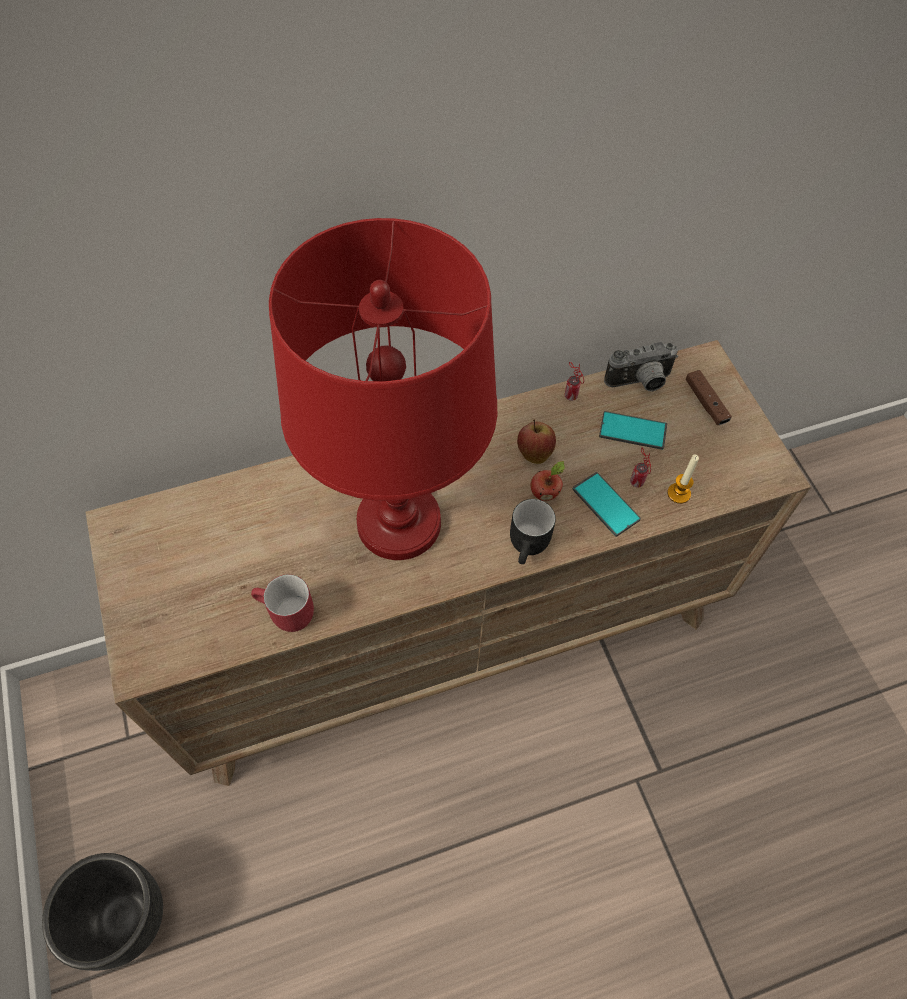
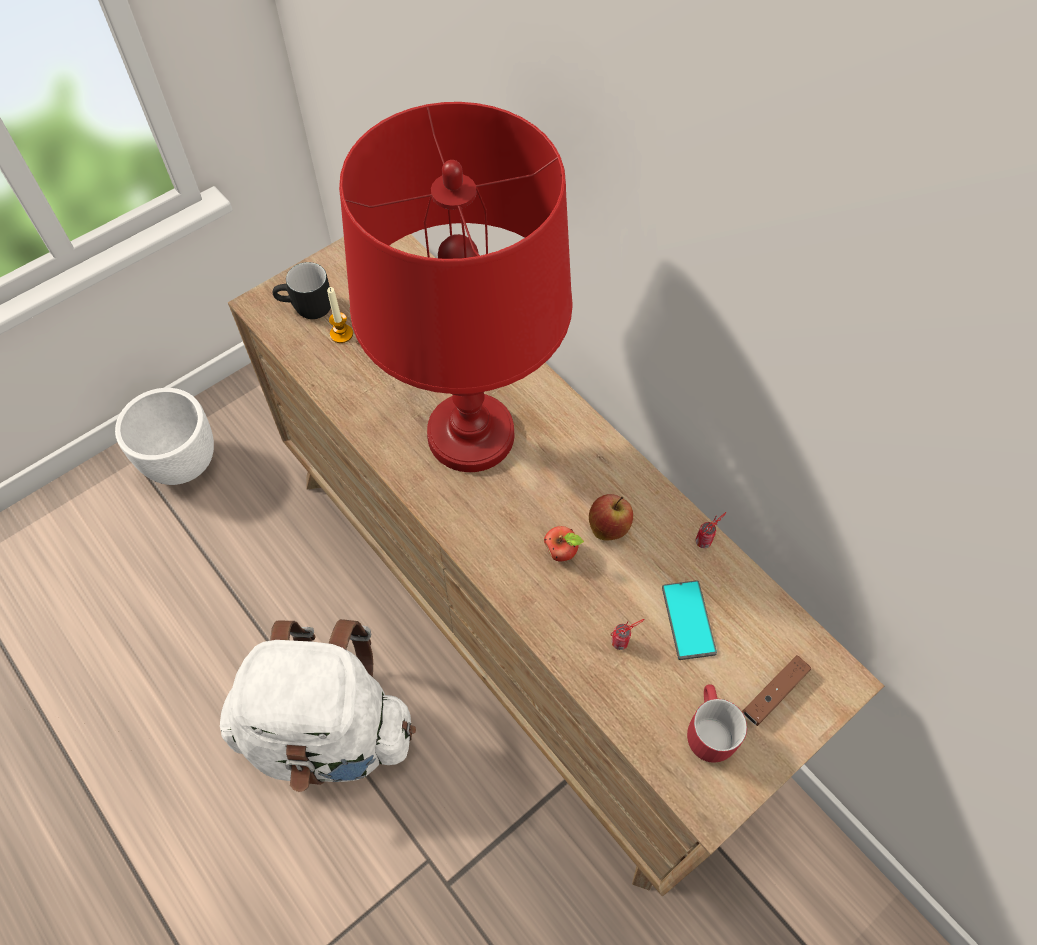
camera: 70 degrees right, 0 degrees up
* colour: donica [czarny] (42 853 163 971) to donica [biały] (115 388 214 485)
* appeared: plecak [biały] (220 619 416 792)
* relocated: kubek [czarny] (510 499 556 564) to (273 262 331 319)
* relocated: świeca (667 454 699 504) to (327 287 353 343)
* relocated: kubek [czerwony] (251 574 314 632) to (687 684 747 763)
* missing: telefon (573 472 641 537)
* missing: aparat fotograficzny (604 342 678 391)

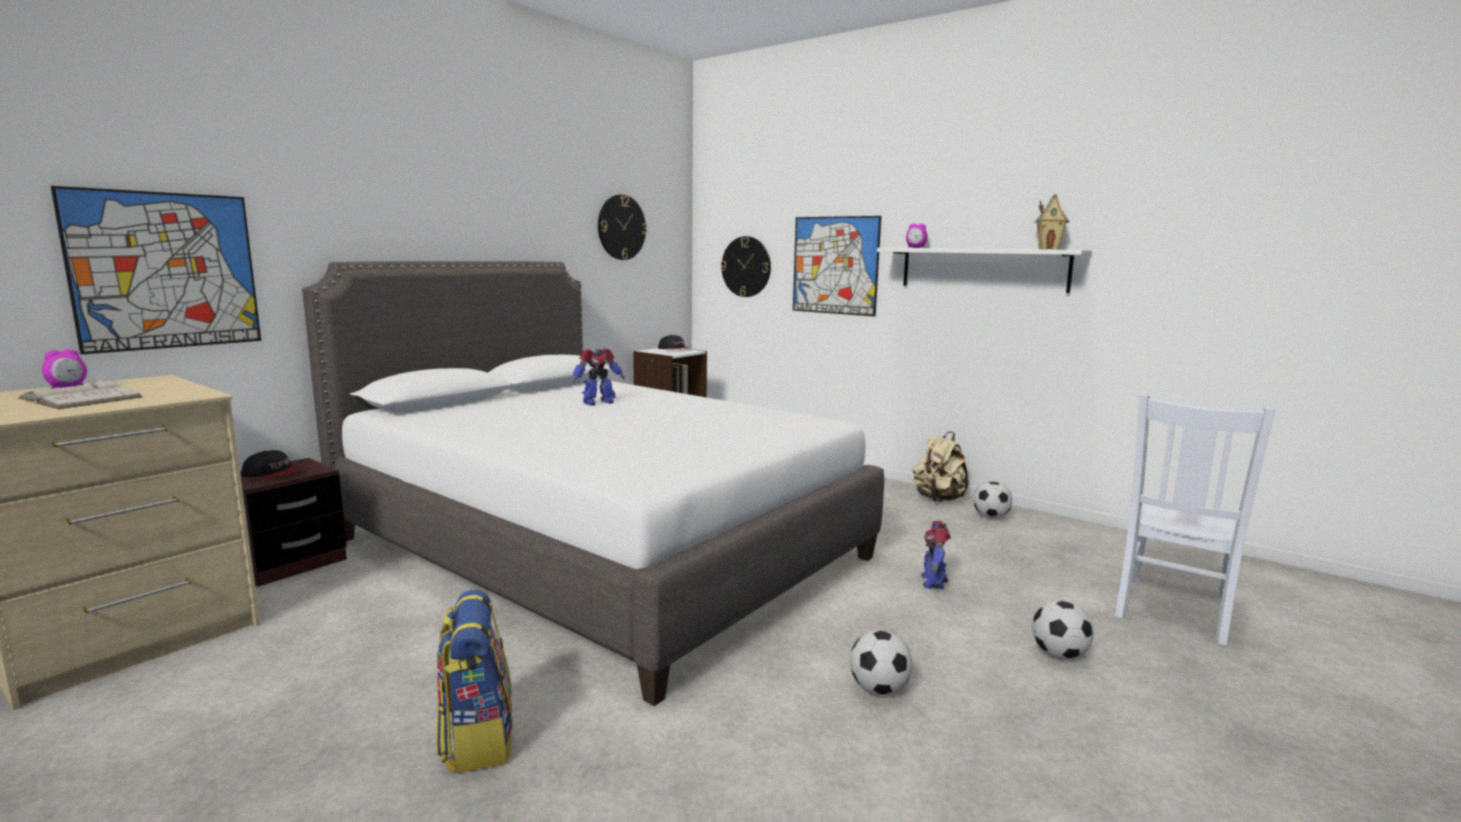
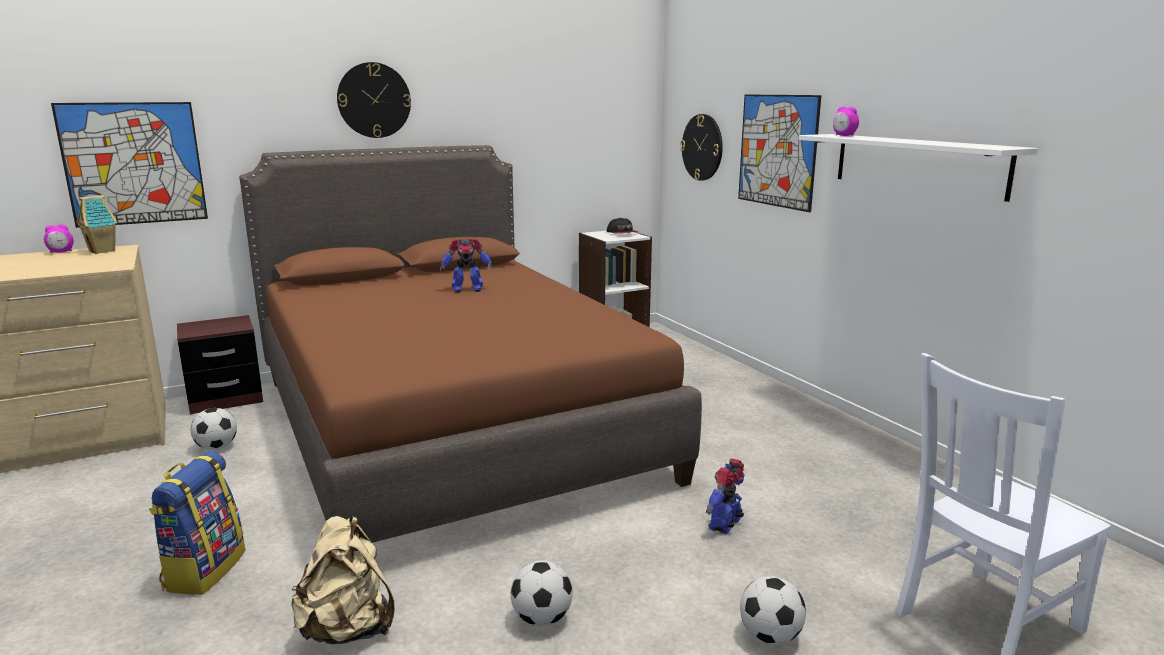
camera: 25 degrees right, 5 degrees up
* relocated: domek (1034 194 1070 250) to (76 195 117 254)
* relocated: piłka futbolowa (973 482 1012 519) to (191 408 237 450)
* colour: łóżko [biały] (302 261 884 706) to łóżko [brązowy] (239 145 702 543)
* relocated: plecak [beżowy] (913 431 968 502) to (291 516 395 644)
* relocated: zegar ścienny (598 195 647 260) to (337 62 411 138)
* missing: książka [biały] (18 380 143 409)
* missing: czapka z daszkiem (241 450 307 477)

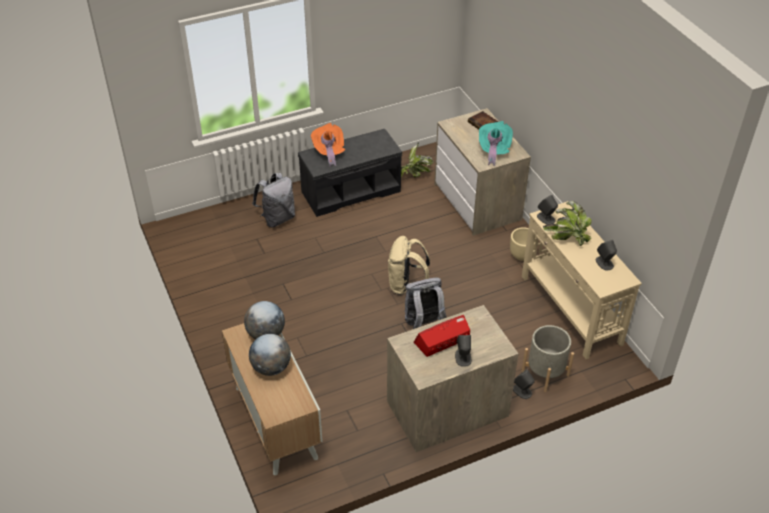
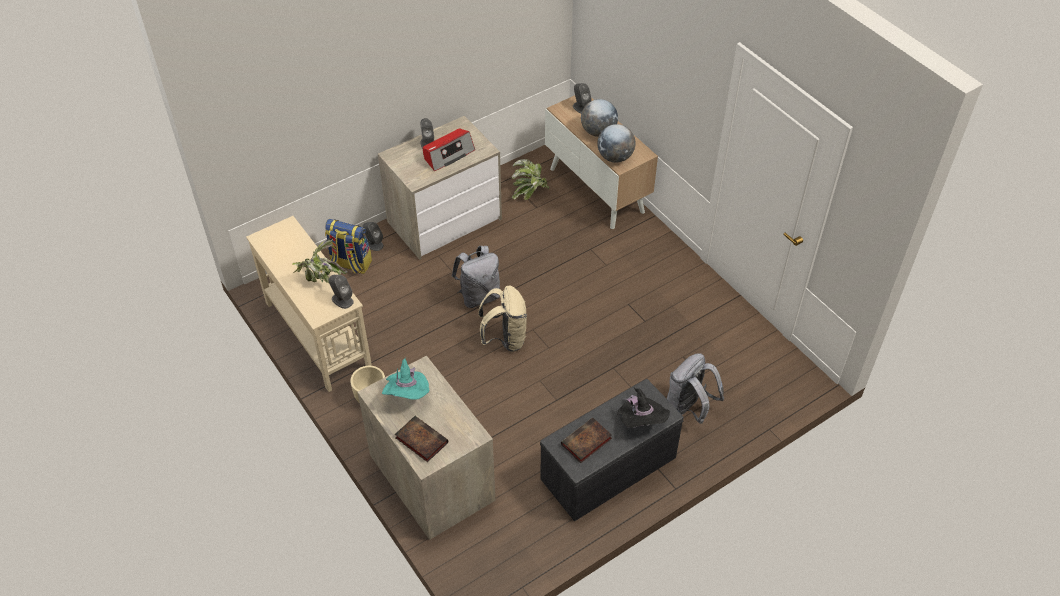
camera: 170 degrees right, 5 degrees up
* exchanged: donica [szary] (522 325 574 392) to plecak (325 219 372 274)
* relocated: roślina doniczkowa (401 142 434 178) to (512 159 549 200)
* appeared: książka (561 418 612 463)
* relocated: głośnik [szary] (596 240 617 271) to (573 83 592 114)
* colour: kapelusz [pomarańczowy] (311 123 345 167) to kapelusz [czarny] (617 388 670 428)

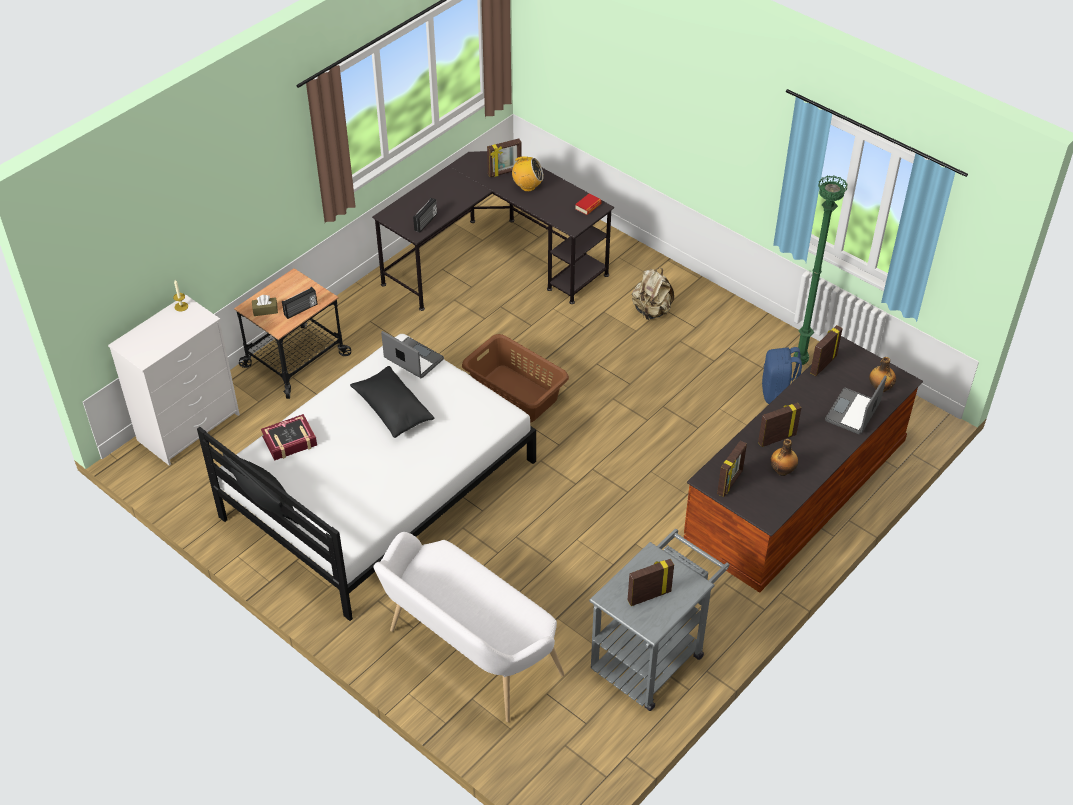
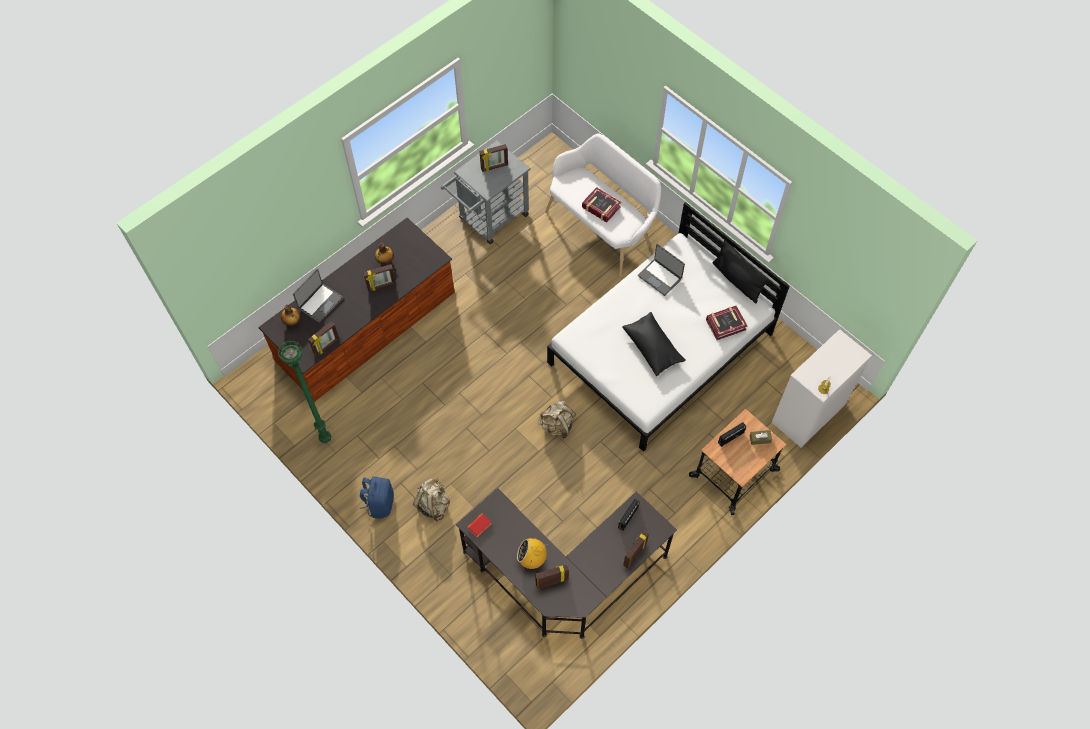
camera: 175 degrees left, 15 degrees up
* relocated: plecak [niebieski] (762 347 802 404) to (360 476 394 518)
* exchanged: kosz na pranie [brązowy] (462 334 569 423) to plecak [beżowy] (538 401 576 438)
* appeared: książka (582 187 621 223)
* relocated: ramka na zdjęcie (717 440 747 497) to (623 530 649 569)
* relocated: laptop (381 331 444 379) to (638 244 685 296)

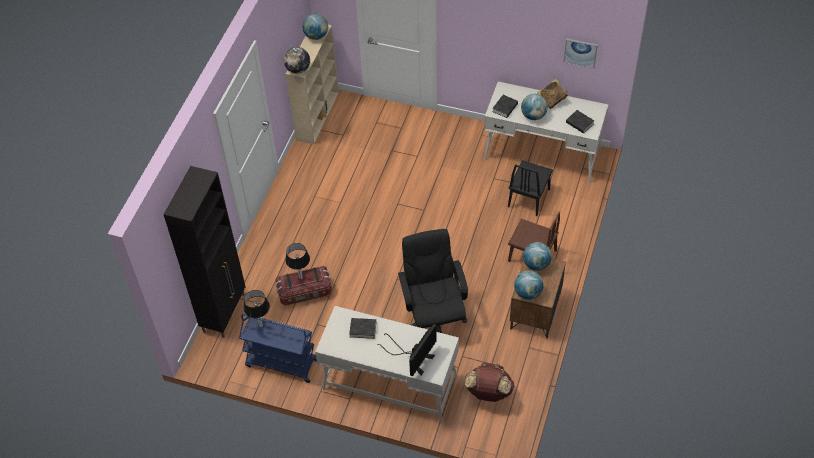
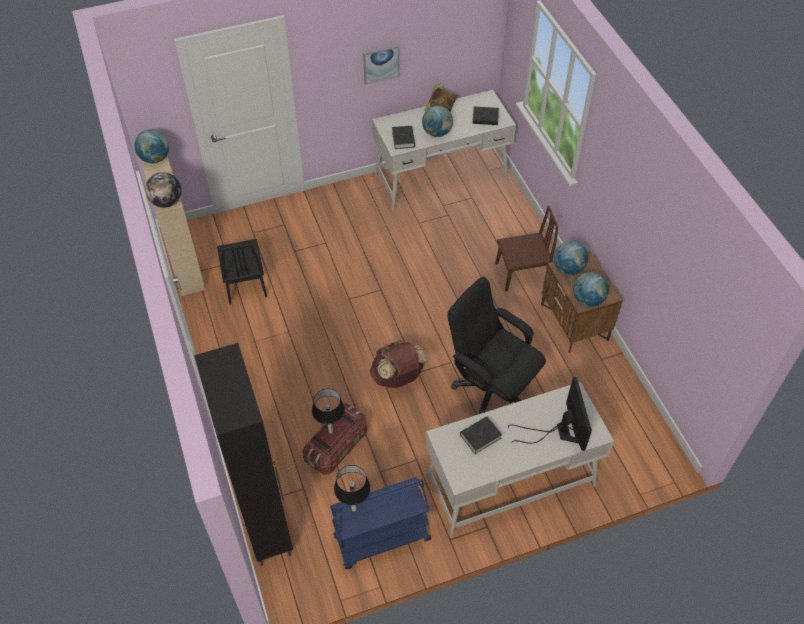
camera: 40 degrees left, 0 degrees up
* relocated: krzesło [czarny] (508 160 553 216) to (217 239 267 304)
* relocated: obraz (564 38 598 69) to (363 45 400 85)
* relocated: plecak [brązowy] (464 363 514 402) to (370 341 429 388)

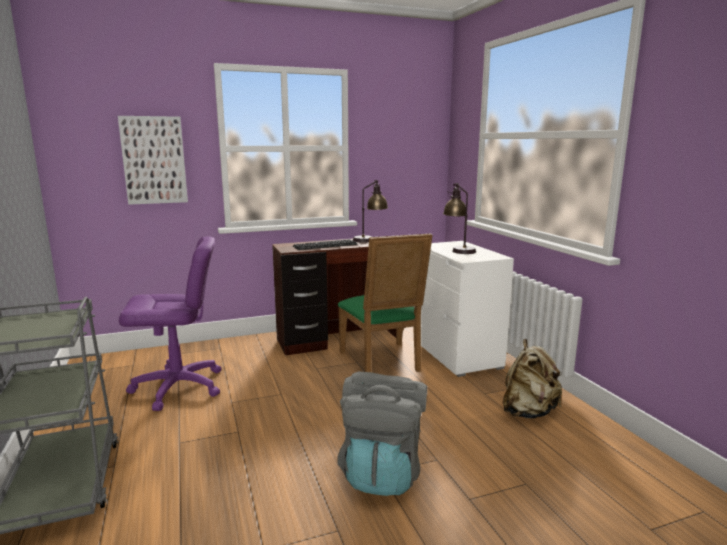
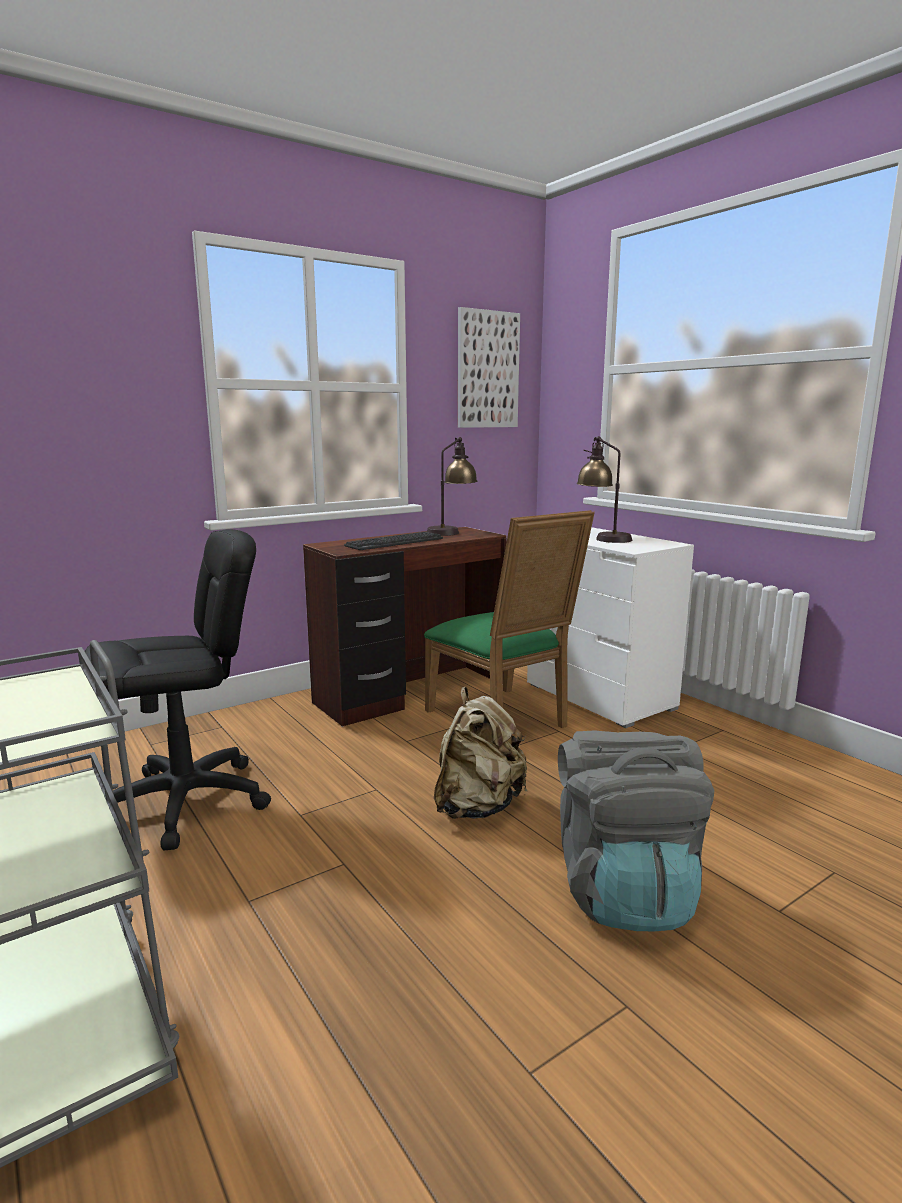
camera: 15 degrees left, 0 degrees up
* colour: krzesło biurowe [fioletowy] (119 237 221 411) to krzesło biurowe [czarny] (85 529 271 851)
* relocated: plecak [beżowy] (503 339 562 419) to (434 687 527 819)
* relocated: obraz (118 116 188 205) to (458 307 520 428)

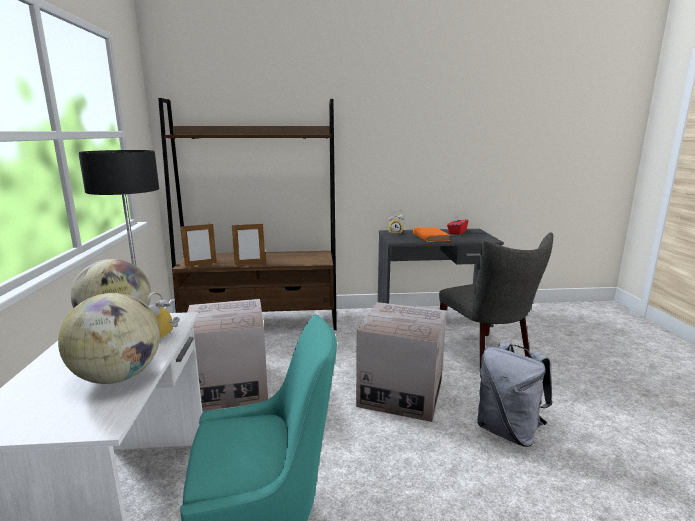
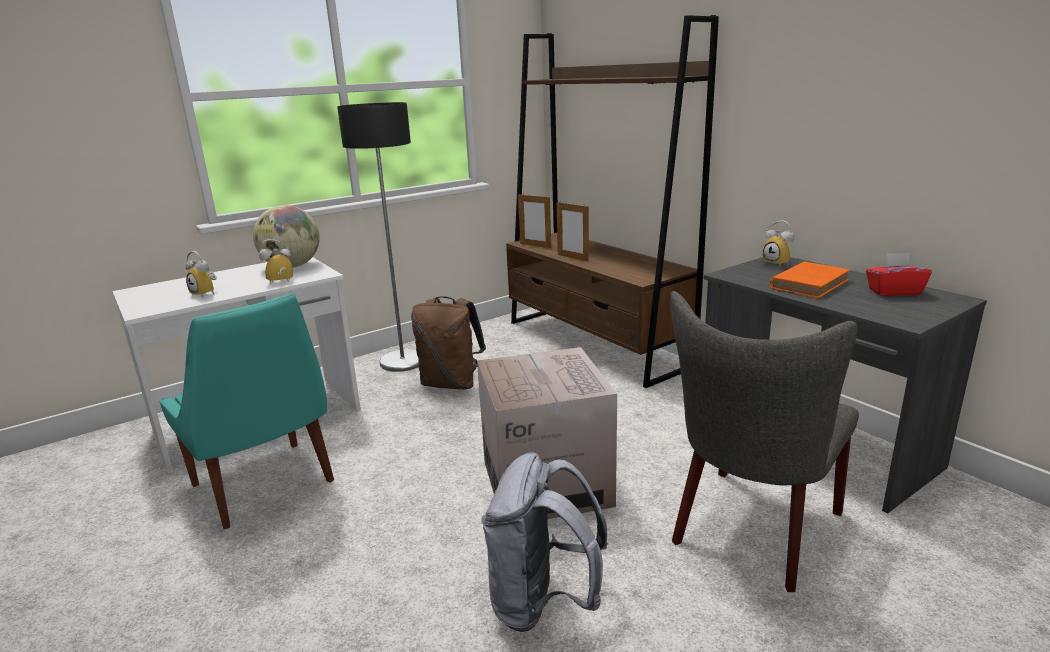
camera: 60 degrees right, 5 degrees up
* exchanged: globus (58 293 160 384) to budzik (186 251 217 297)
* exchanged: karton (188 299 268 411) to plecak [brązowy] (411 296 486 389)

